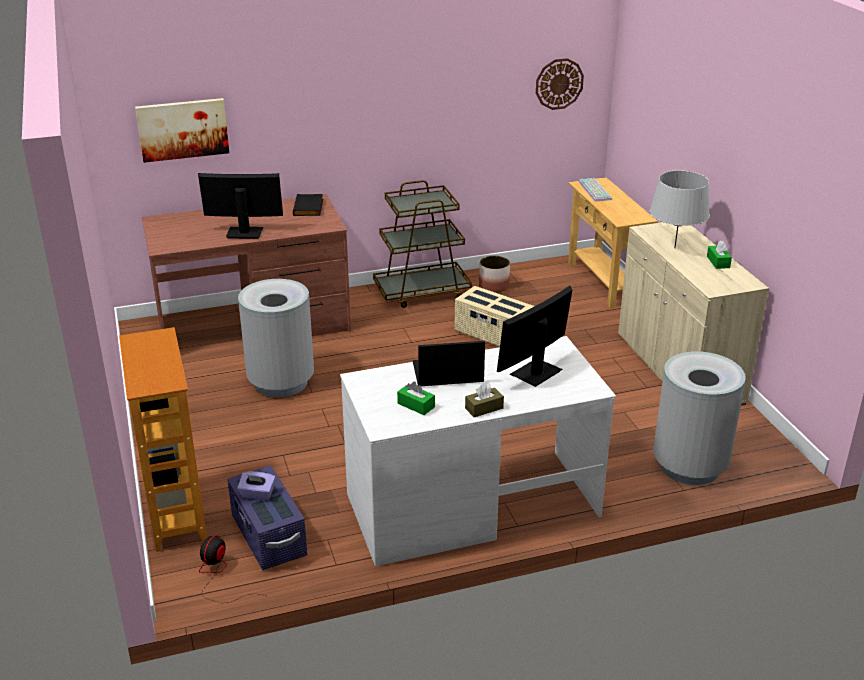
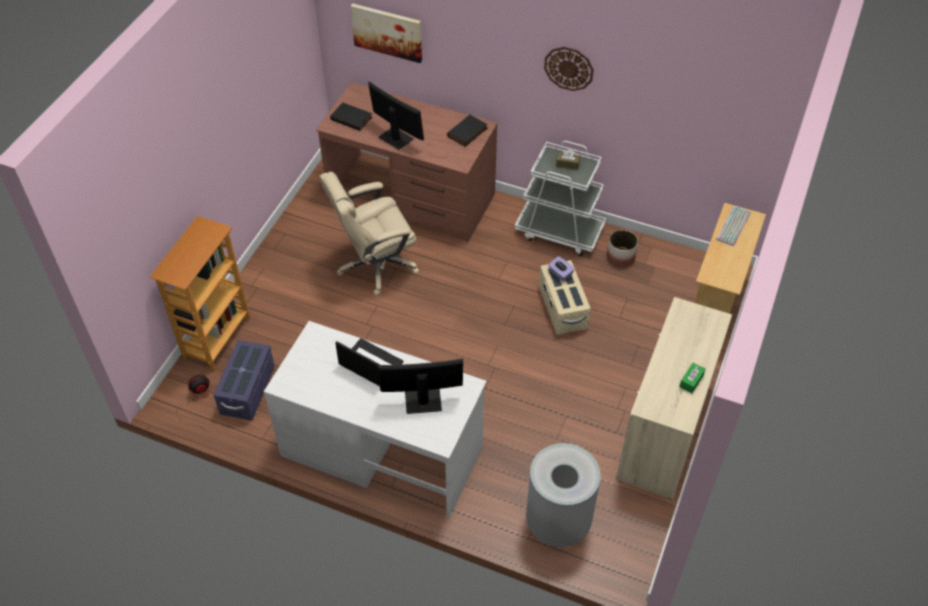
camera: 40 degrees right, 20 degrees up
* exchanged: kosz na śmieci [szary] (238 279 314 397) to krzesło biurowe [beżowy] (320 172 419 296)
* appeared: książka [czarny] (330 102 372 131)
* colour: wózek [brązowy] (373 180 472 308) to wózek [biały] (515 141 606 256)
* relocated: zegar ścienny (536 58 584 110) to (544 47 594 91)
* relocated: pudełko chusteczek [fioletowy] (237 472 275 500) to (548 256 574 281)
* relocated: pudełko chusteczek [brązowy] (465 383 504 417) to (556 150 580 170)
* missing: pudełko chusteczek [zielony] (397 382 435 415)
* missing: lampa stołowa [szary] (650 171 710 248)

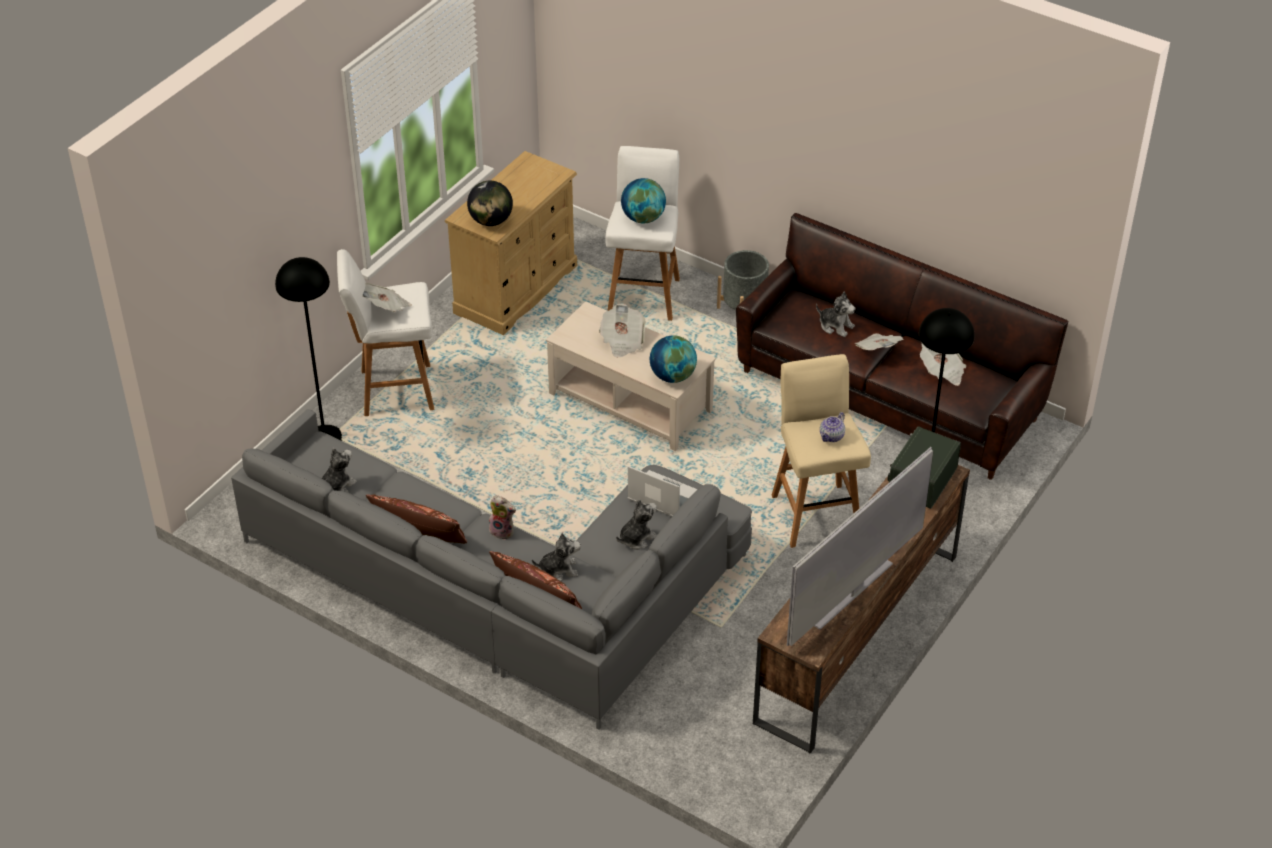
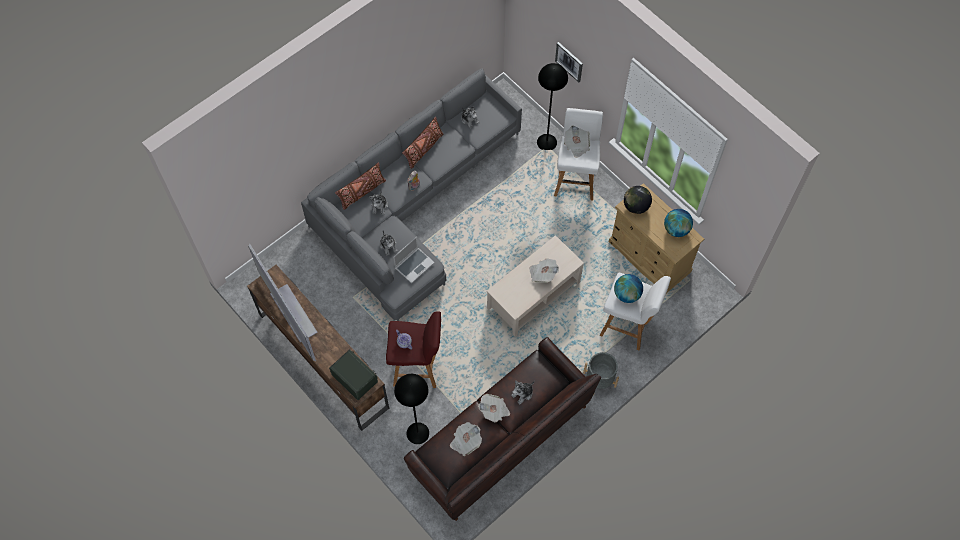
camera: 105 degrees right, 20 degrees up
* colour: stołek [beżowy] (772 354 871 548) to stołek [czerwony] (386 311 441 388)
* appeared: obraz (555 42 583 82)
* relocated: globus (650 335 697 383) to (664 209 693 237)

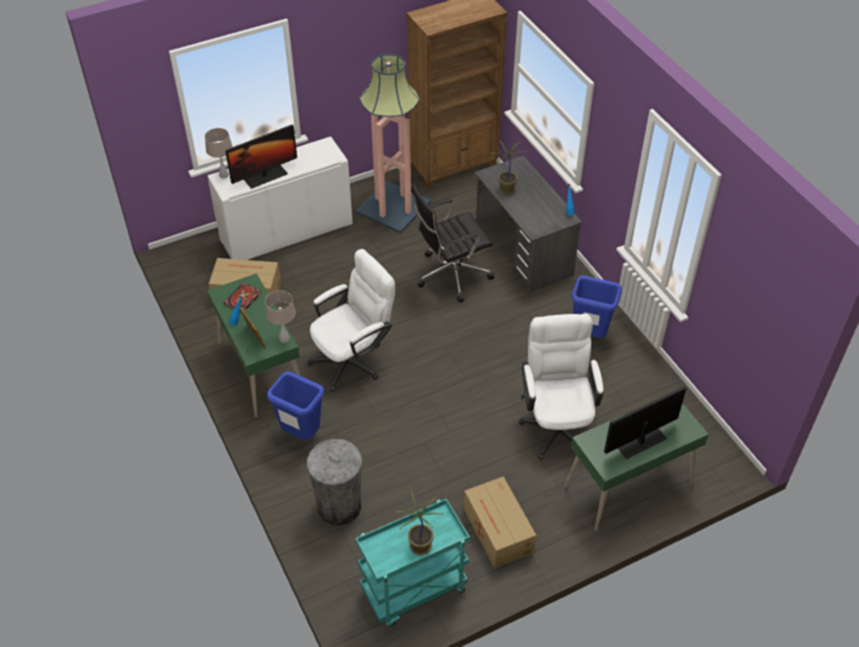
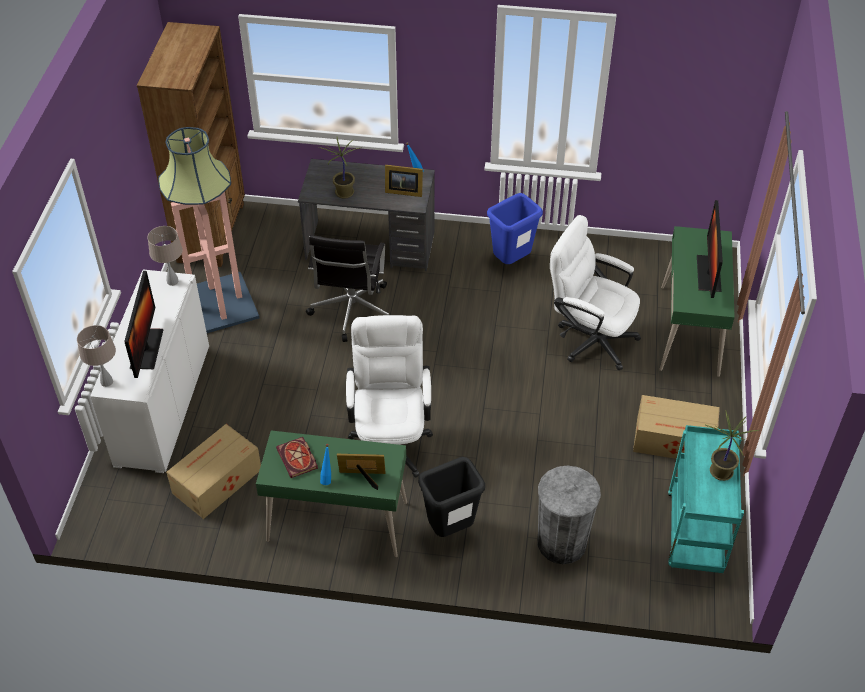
camera: 55 degrees left, 0 degrees up
* relocated: lampa stołowa [beżowy] (265 290 296 343) to (147 226 183 286)
* appeared: ramka na zdjęcie (385 165 423 197)
* colour: kosz na śmieci [niebieski] (267 371 324 440) to kosz na śmieci [czarny] (418 457 485 537)

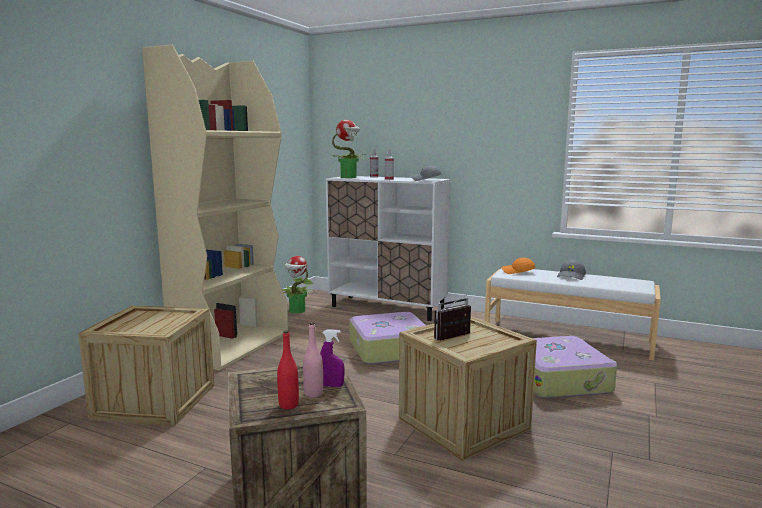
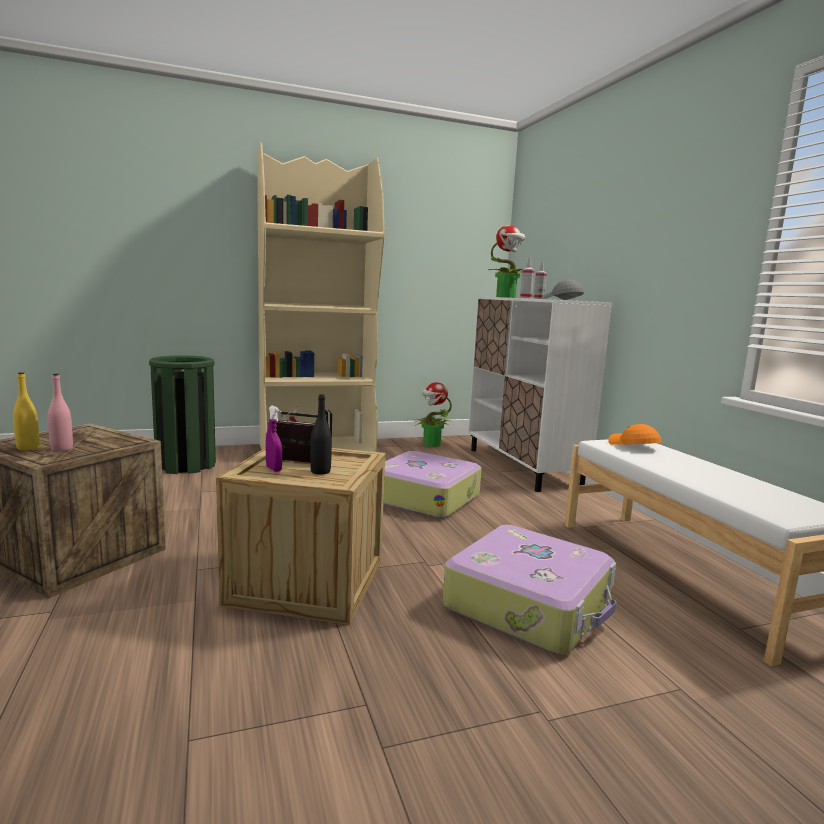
camera: 45 degrees right, 0 degrees up
* colour: butelka [czerwony] (277 330 299 409) to butelka [żółty] (13 372 39 451)
* exchanged: skrzynka (78 306 214 426) to kosz na śmieci [zielony] (149 356 216 474)
* relocated: spryskiwacz [fioletowy] (320 329 345 387) to (266 406 282 472)
* appeared: butelka [czarny] (310 394 332 475)
* missing: czapka z daszkiem [szary] (557 260 586 280)

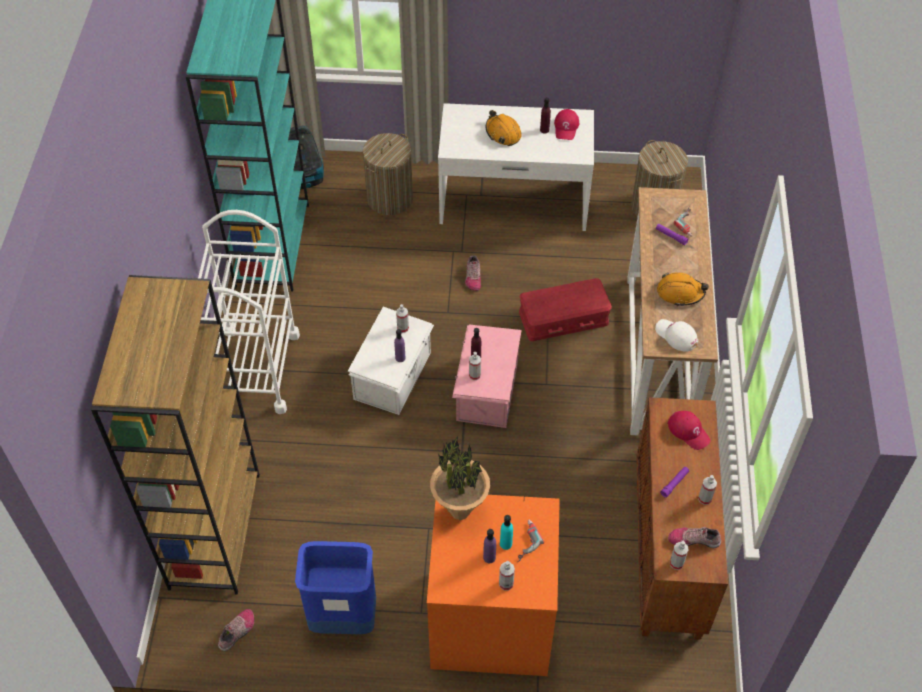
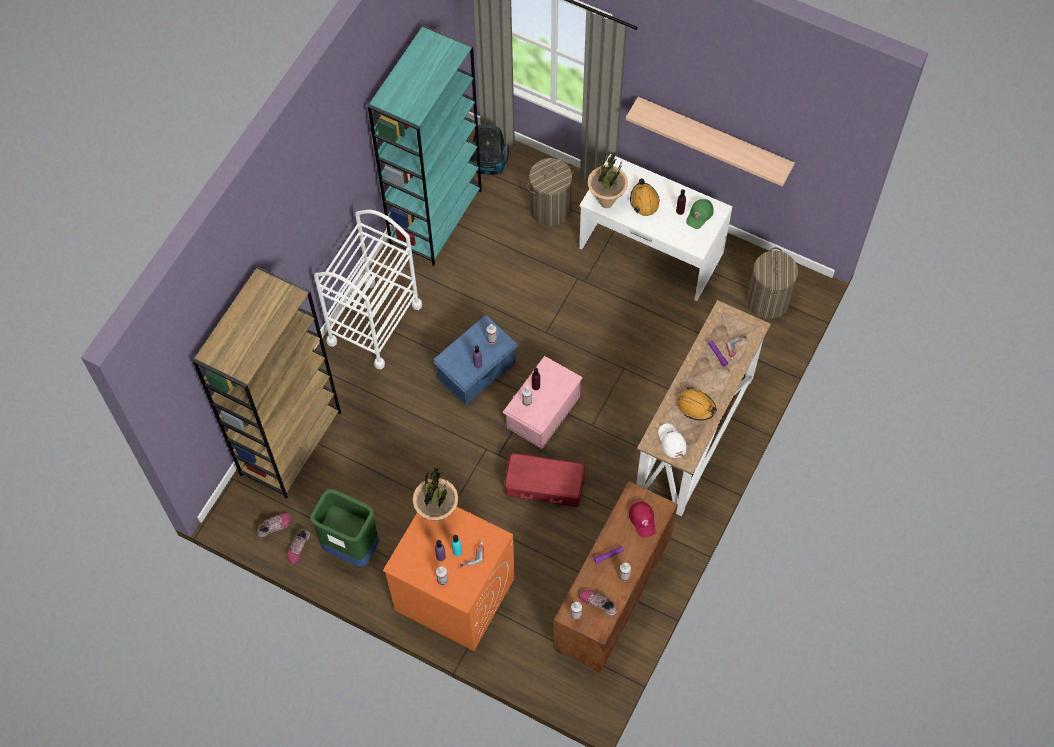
camera: 25 degrees right, 10 degrees up
* relocated: but (465 256 481 291) to (287 529 310 564)
* colour: kosz na śmieci [niebieski] (295 541 376 634) to kosz na śmieci [zielony] (310 489 379 567)
* colour: pojemnik do przechowywania [biały] (348 307 434 415) to pojemnik do przechowywania [niebieski] (433 315 519 405)
* relocated: pojemnik do przechowywania [czerwony] (519 278 612 341) to (504 453 585 507)
* appeared: roślina doniczkowa (588 152 628 208)
* appeared: półka (626 97 795 187)
* colour: czapka z daszkiem [czerwony] (554 109 579 140) to czapka z daszkiem [zielony] (686 199 714 229)

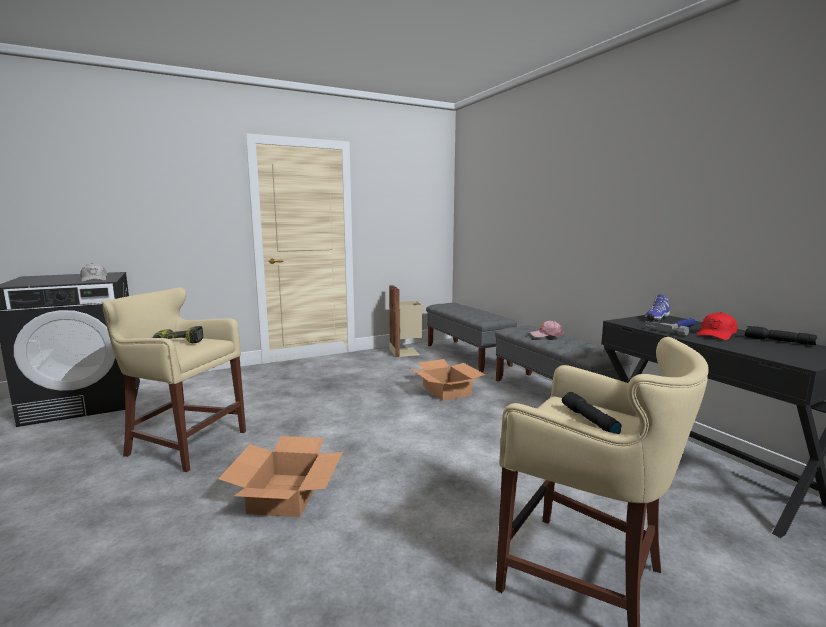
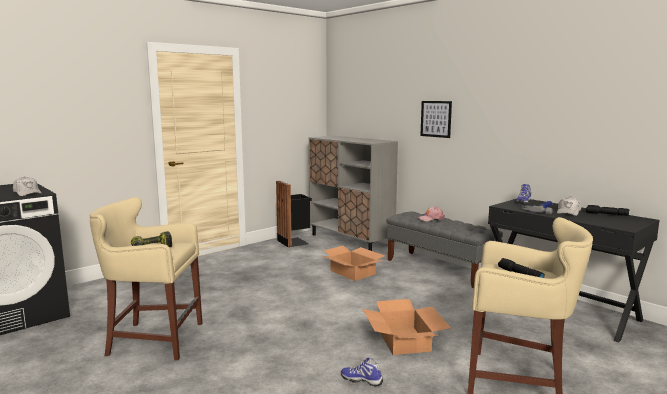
camera: 15 degrees left, 0 degrees up
* colour: kosz na śmieci [beżowy] (389 285 424 357) to kosz na śmieci [czarny] (276 181 312 247)
* exchanged: ławka [szary] (426 303 517 372) to szafka [szary] (309 136 398 251)
* appeared: but (341 358 383 387)
* relocated: karton (219 436 343 517) to (363 299 451 355)
* appeared: obraz (420 101 452 138)
* colour: czapka z daszkiem [czerwony] (697 312 737 340) to czapka z daszkiem [biały] (557 196 581 216)

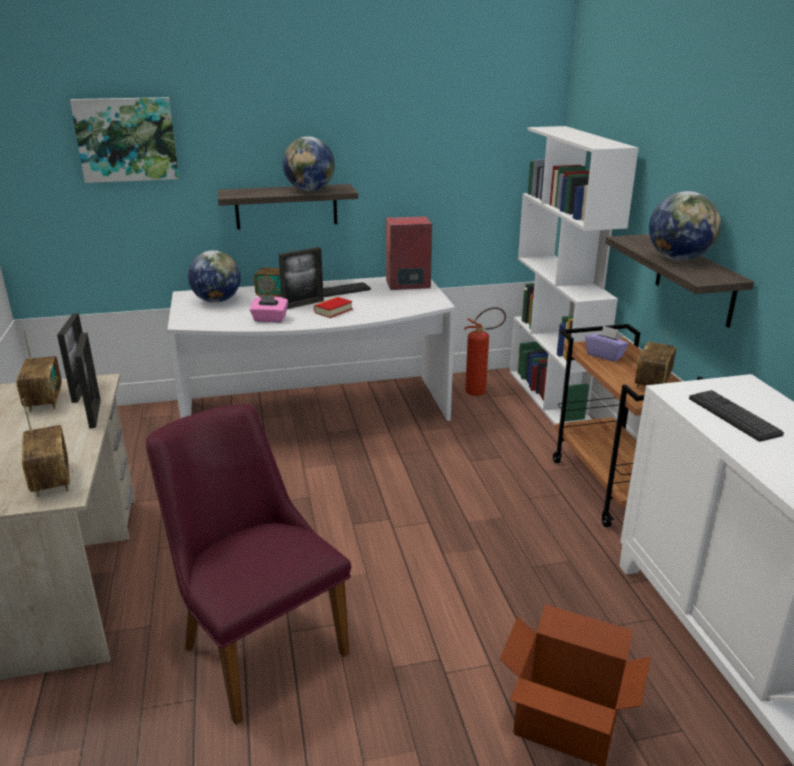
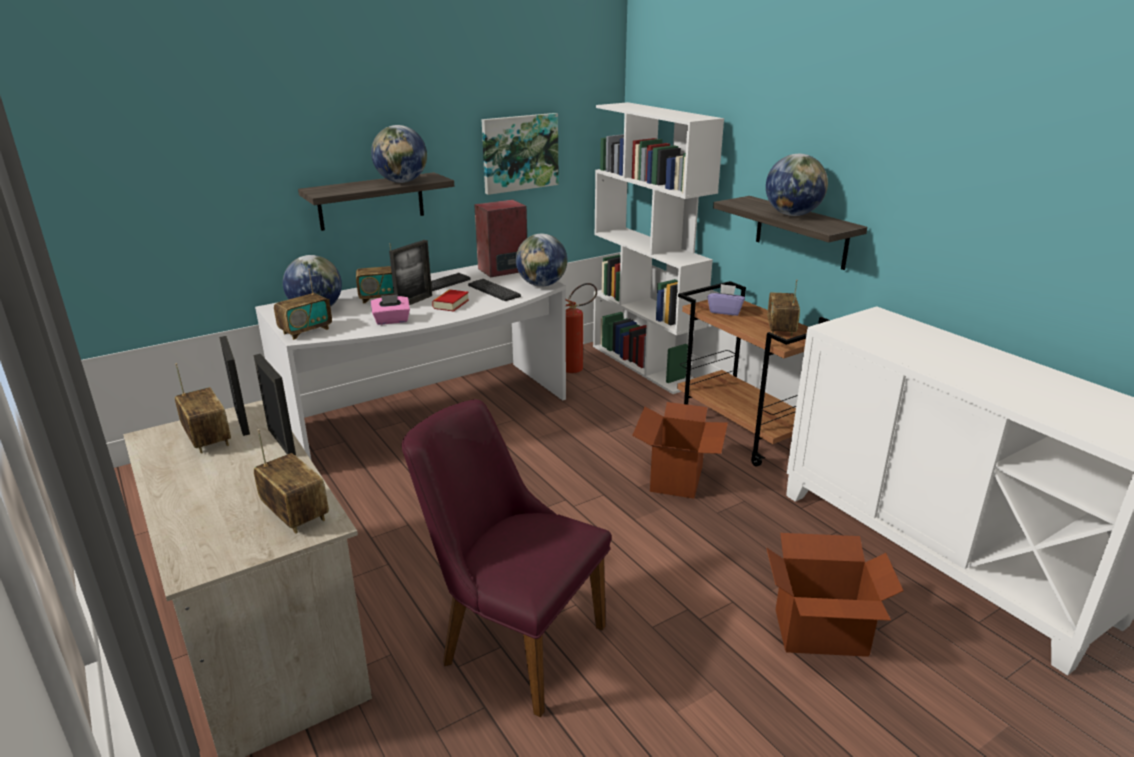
camera: 20 degrees left, 0 degrees up
* appeared: radio (274 269 332 340)
* relocated: klawiatura (689 390 784 442) to (468 279 521 301)
* relocated: obraz (70 97 179 183) to (482 113 559 195)
* appeared: globus (516 234 567 287)
* appeared: karton (632 402 728 499)

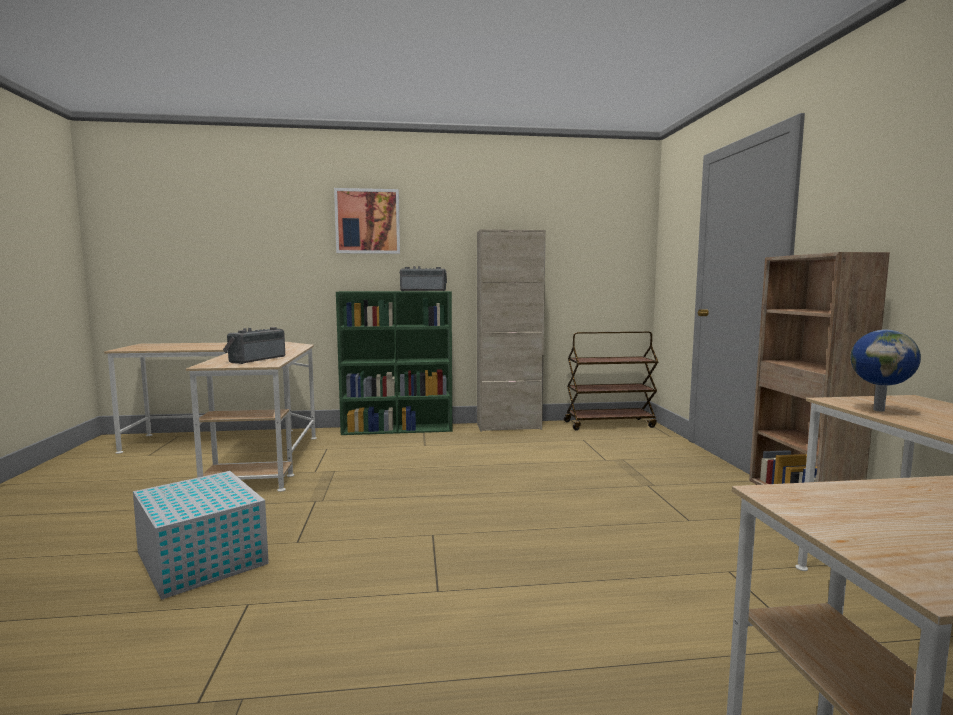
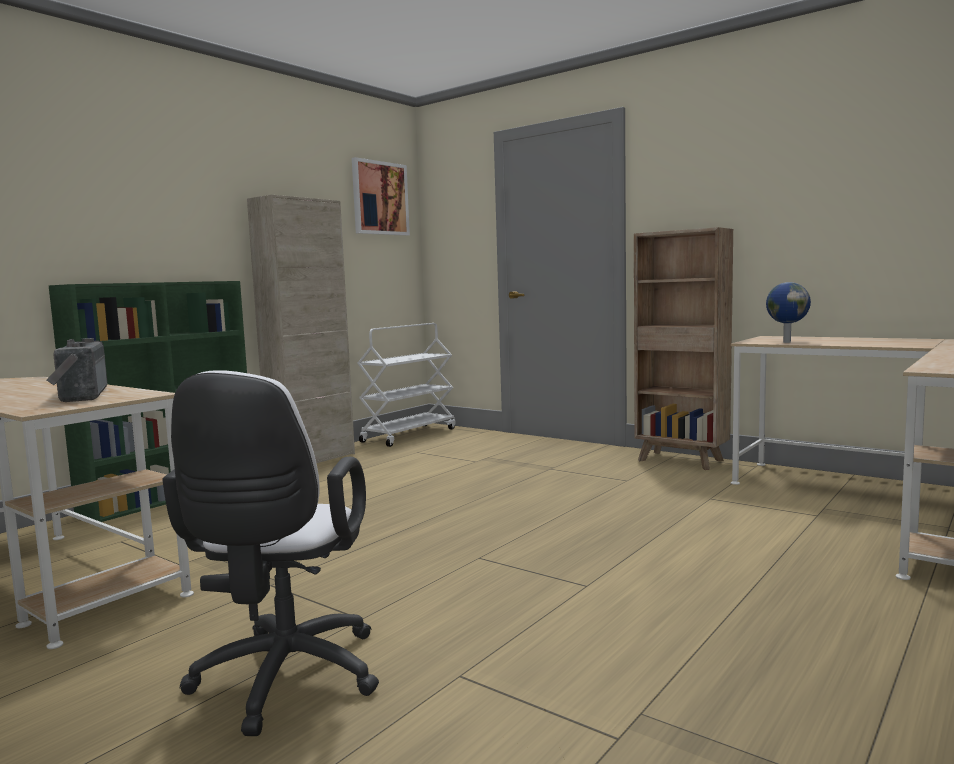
camera: 45 degrees left, 0 degrees up
* exchanged: pojemnik do przechowywania [biały] (133 471 269 600) to krzesło biurowe [biały] (162 370 379 736)
* relocated: obraz (334 188 400 254) to (352 157 410 236)
* colour: wózek [brązowy] (564 331 658 430) to wózek [biały] (357 323 456 447)
* missing: radio (400 266 447 291)

